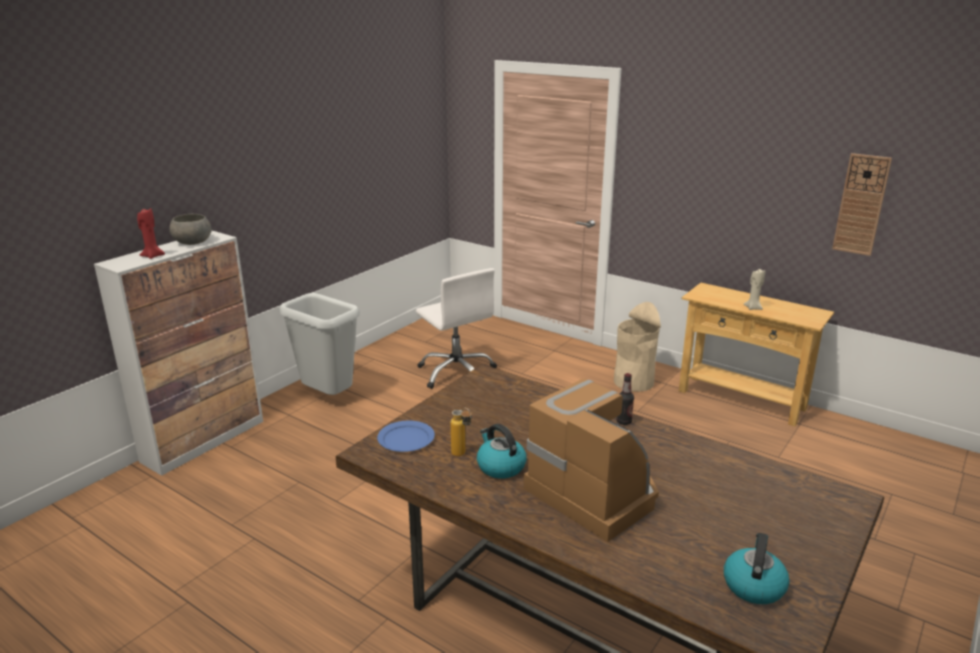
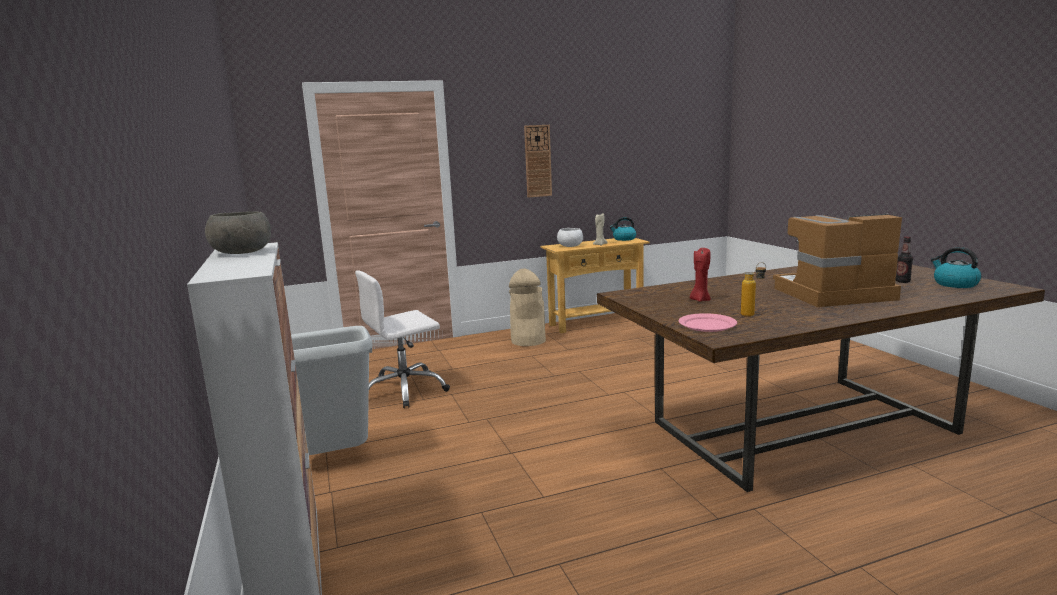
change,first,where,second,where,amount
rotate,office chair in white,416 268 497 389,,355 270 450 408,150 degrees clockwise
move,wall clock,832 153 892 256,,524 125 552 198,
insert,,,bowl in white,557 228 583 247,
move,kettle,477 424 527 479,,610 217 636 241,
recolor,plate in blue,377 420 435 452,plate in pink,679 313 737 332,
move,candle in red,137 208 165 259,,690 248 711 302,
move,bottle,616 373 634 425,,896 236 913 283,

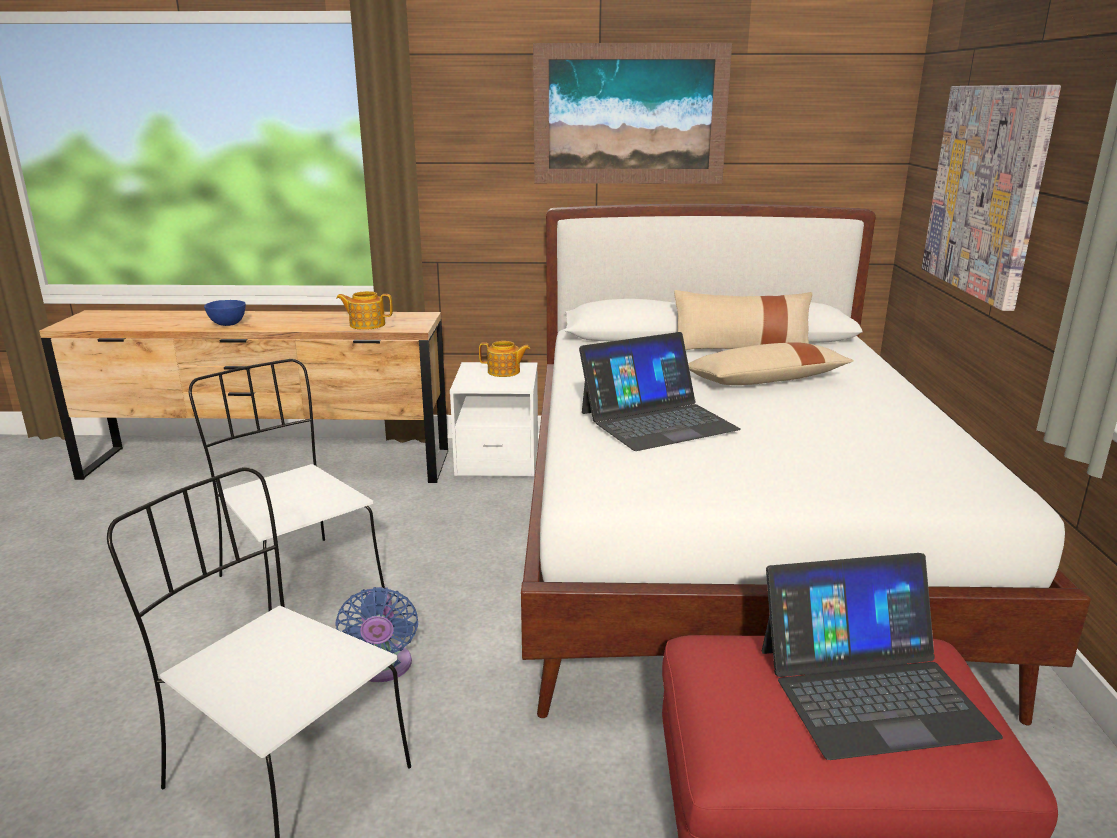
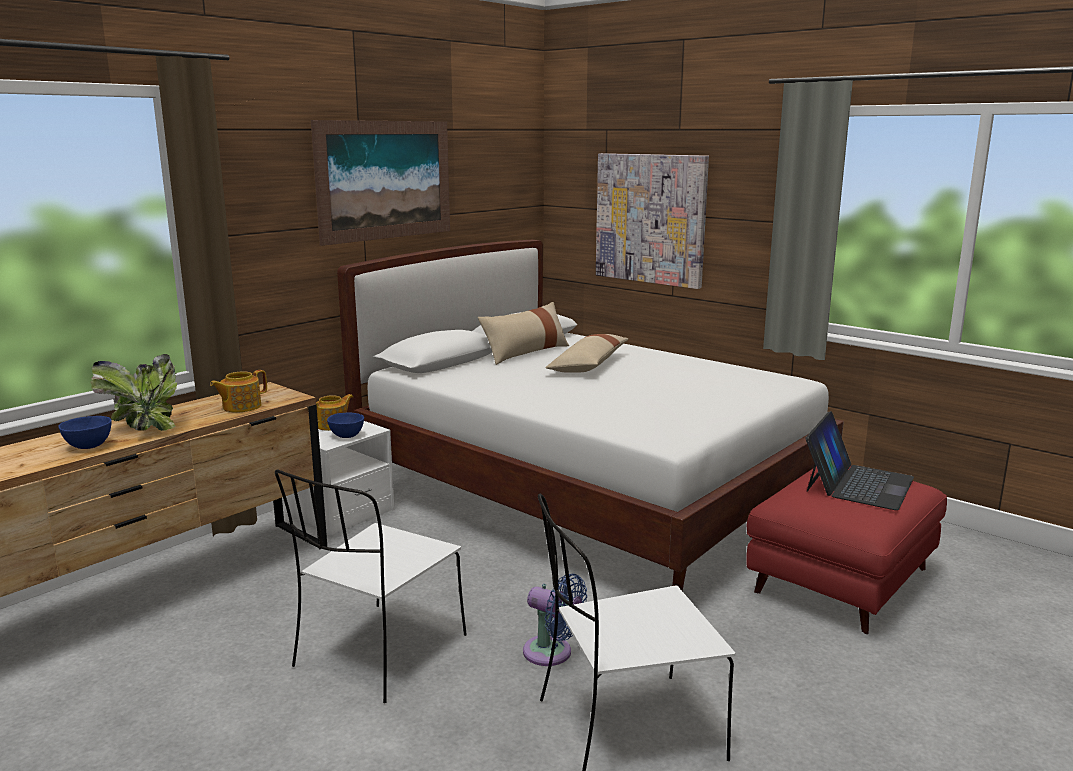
change,first,where,second,where,amount
insert,,,potted plant,90 354 177 431,
rotate,chair in white,189 359 385 611,,275 469 467 703,60 degrees counterclockwise
insert,,,bowl in blue,327 412 364 438,
delete,laptop,579 332 741 451,,,

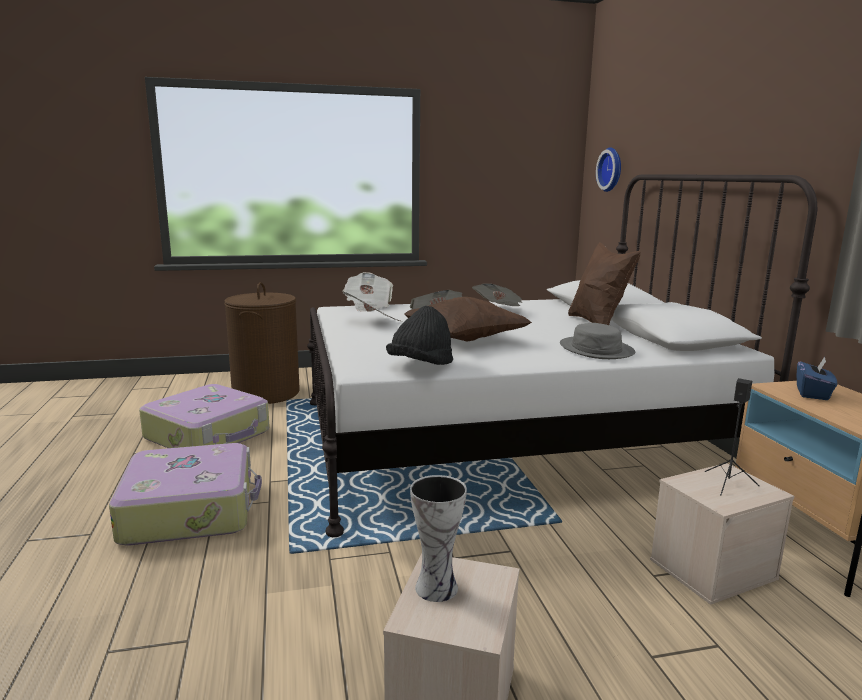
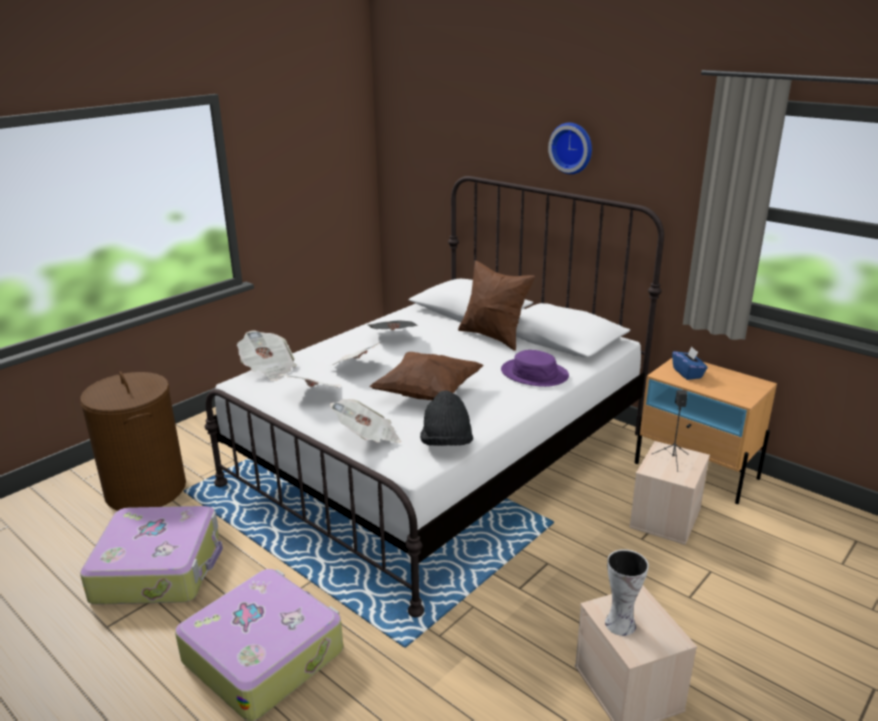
change,first,where,second,where,amount
insert,,,newspaper,330 399 401 443,
recolor,hat in grey,560 323 635 359,hat in purple,501 350 569 387,
move,wall clock,596 147 621 192,,548 123 592 174,

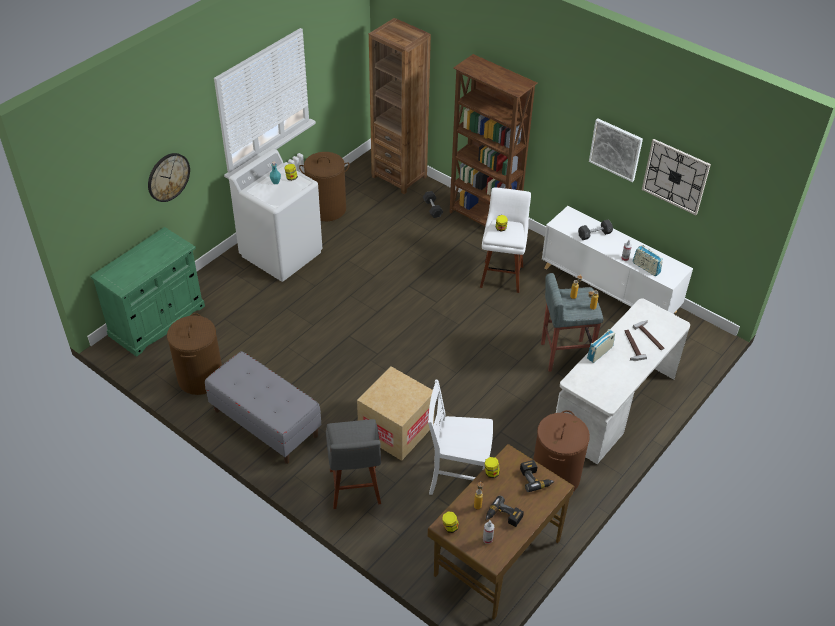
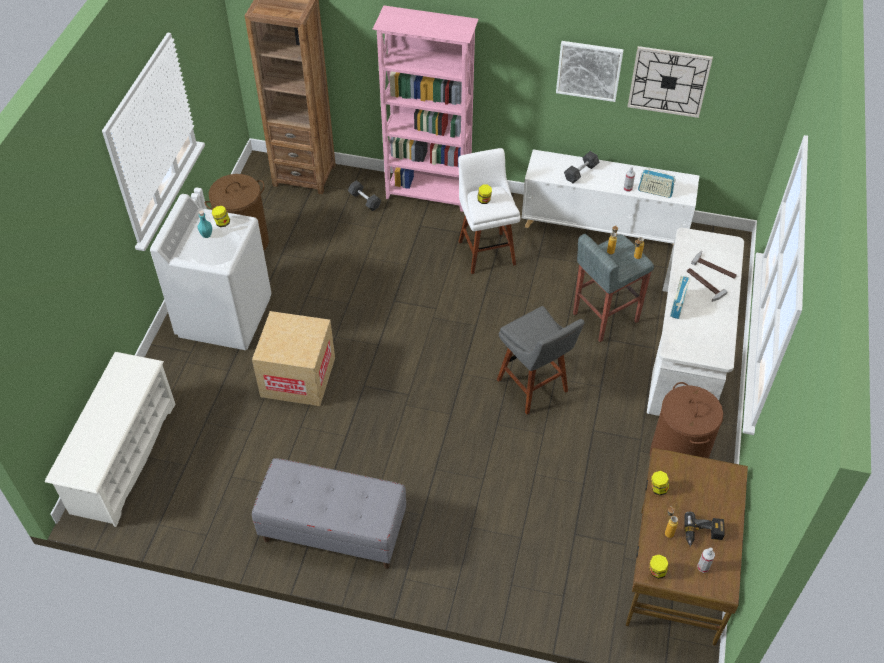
change,first,where,second,where,amount
replace,cabinet in green,90 227 205 357,shoe rack in white,45 352 175 527,
move,cardboard box,357 366 435 461,,252 311 335 406,
recolor,bookcase in brown,450 54 537 226,bookcase in pink,373 6 479 212,
move,stool in grey,326 419 381 509,,497 306 585 414,
delete,wall clock,148 153 190 202,,,
delete,laundry basket in brown,167 313 222 395,,,
delete,chair in white,428 380 493 495,,,
delete,power drill,520 460 554 492,,,

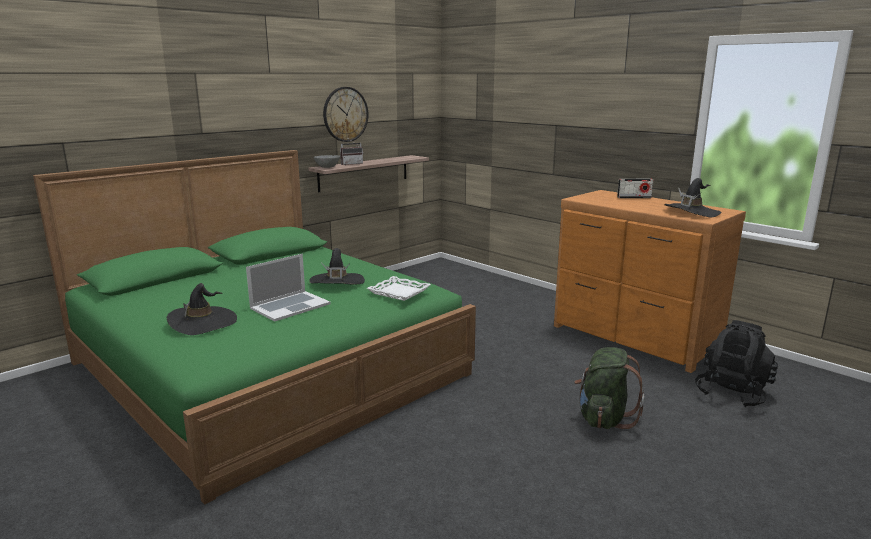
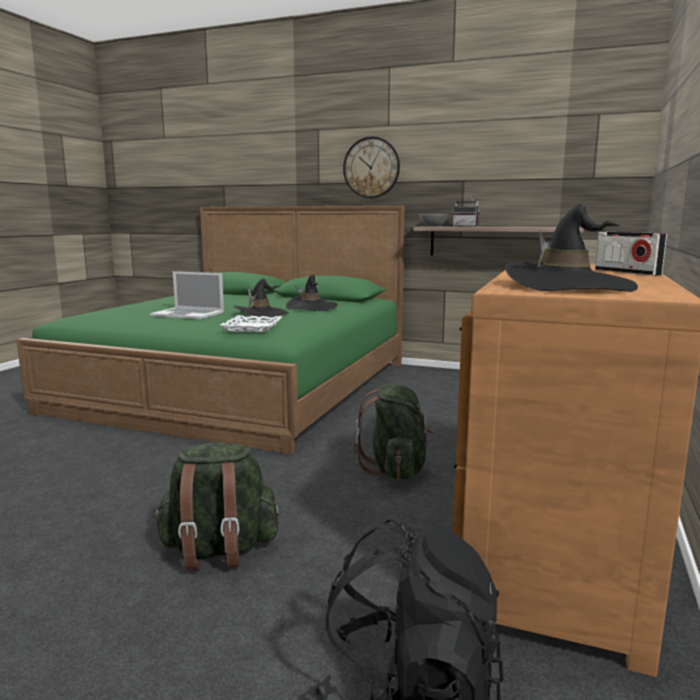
change,first,where,second,where,amount
move,hat in black,167 283 237 335,,286 275 338 311,
move,wall clock,323 87 368 142,,343 137 400 198,
insert,,,backpack in green,354 384 435 480,

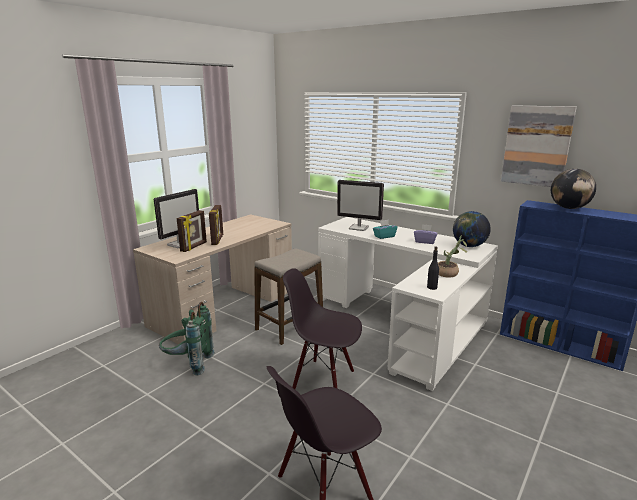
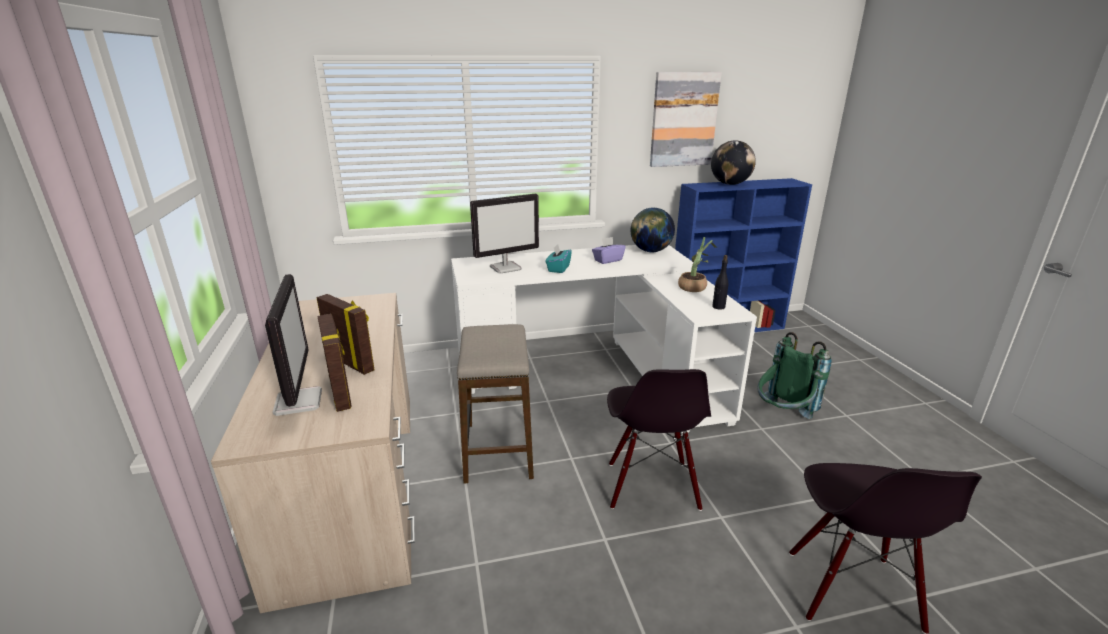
change,first,where,second,where,amount
rotate,chair in black,283 268 362 389,,607 369 711 511,60 degrees counterclockwise
move,backpack in green,159 302 215 375,,757 332 832 419,

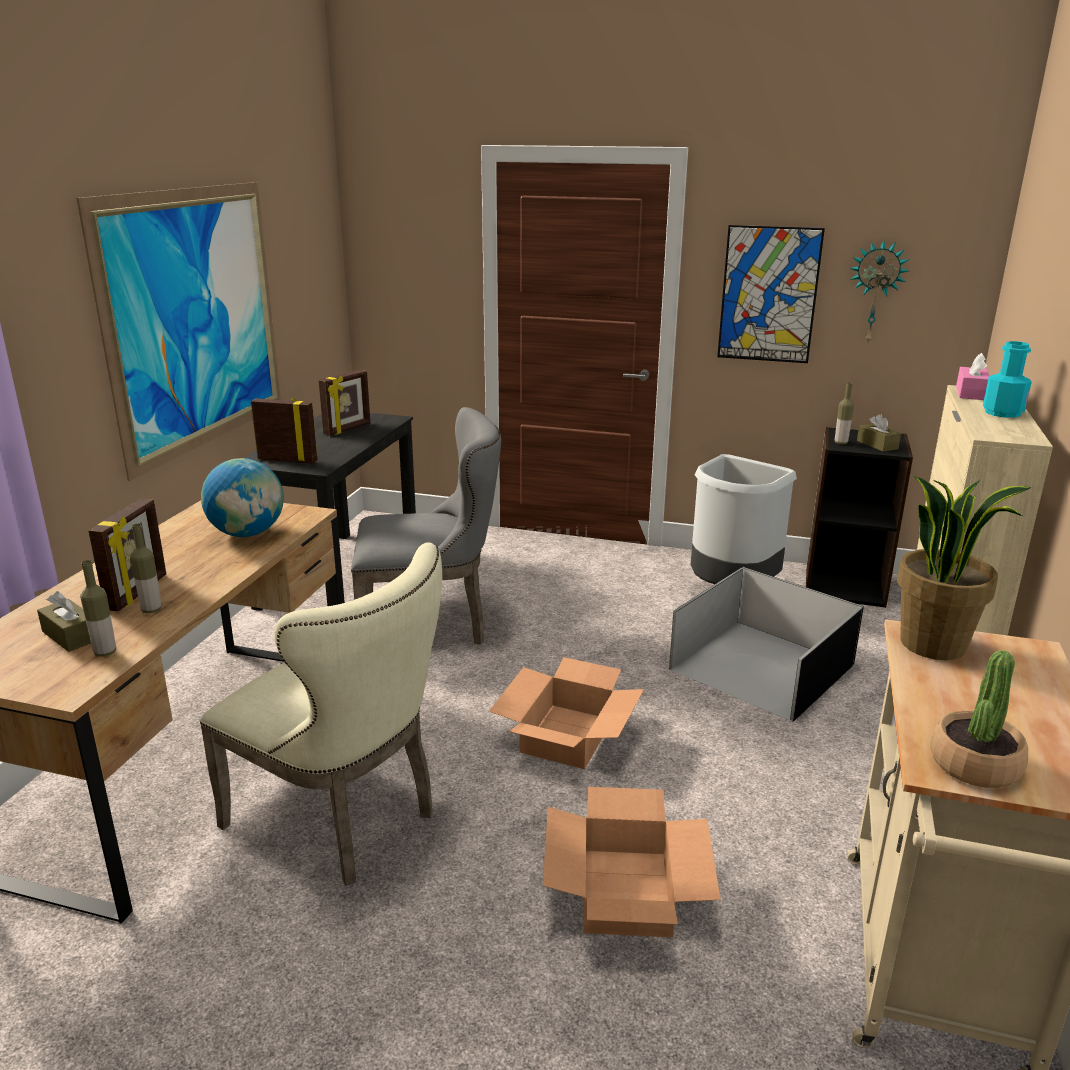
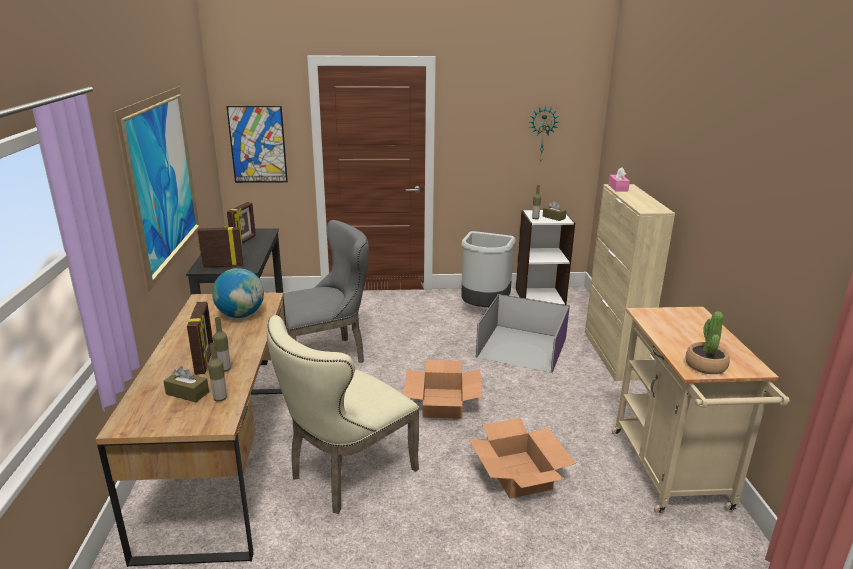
change,first,where,second,where,amount
move,picture,717 225 825 363,,226 106 288 183,
rotate,chair in beige,200 542 442 886,,267 315 420 514,120 degrees clockwise
recolor,storage box in black,669 567 864 722,storage box in purple,476 294 570 373,
recolor,bookcase in black,806 427 913 608,bookcase in white,516 210 575 305,
delete,potted plant,897 476 1031 660,,,
delete,bottle in turquoise,983 341 1032 418,,,

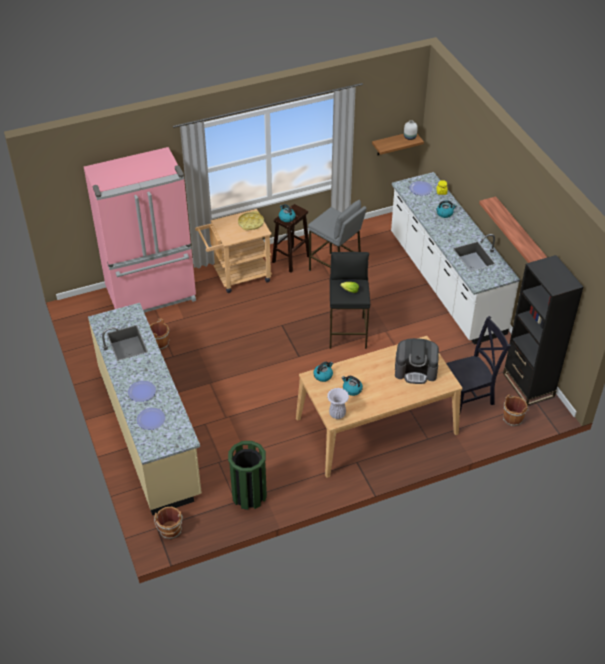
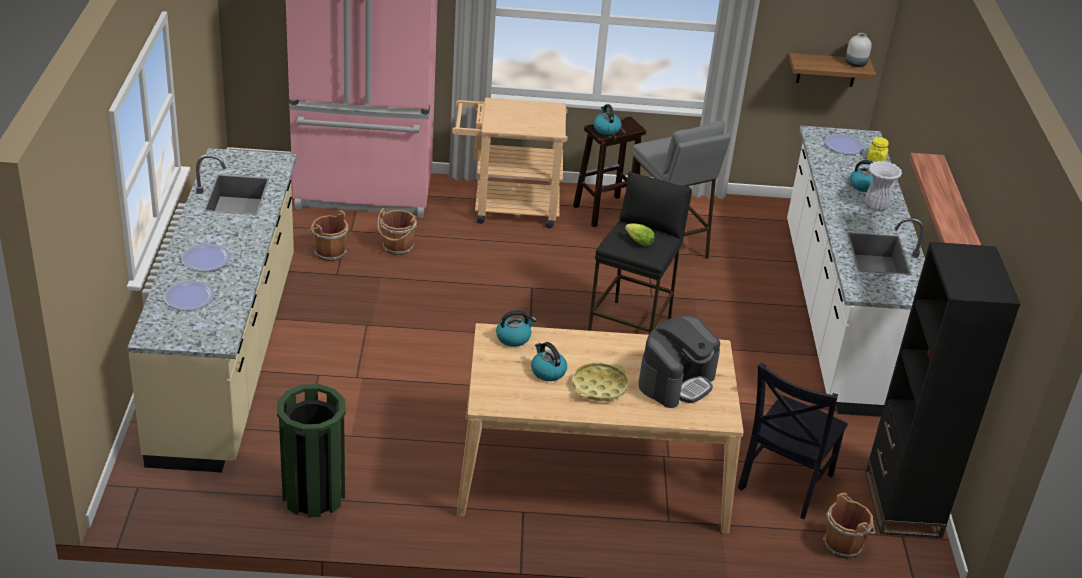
change,first,where,second,where,amount
move,bucket in brown,154 507 183 539,,378 208 417 255,
move,tray in yellow,238 211 264 230,,572 363 628 401,
rotate,coffee machine,395 338 439 384,,638 316 720 408,75 degrees counterclockwise
rotate,chair in black,446 316 511 412,,738 363 848 519,120 degrees clockwise
move,vase in white,327 388 349 419,,865 161 902 212,

